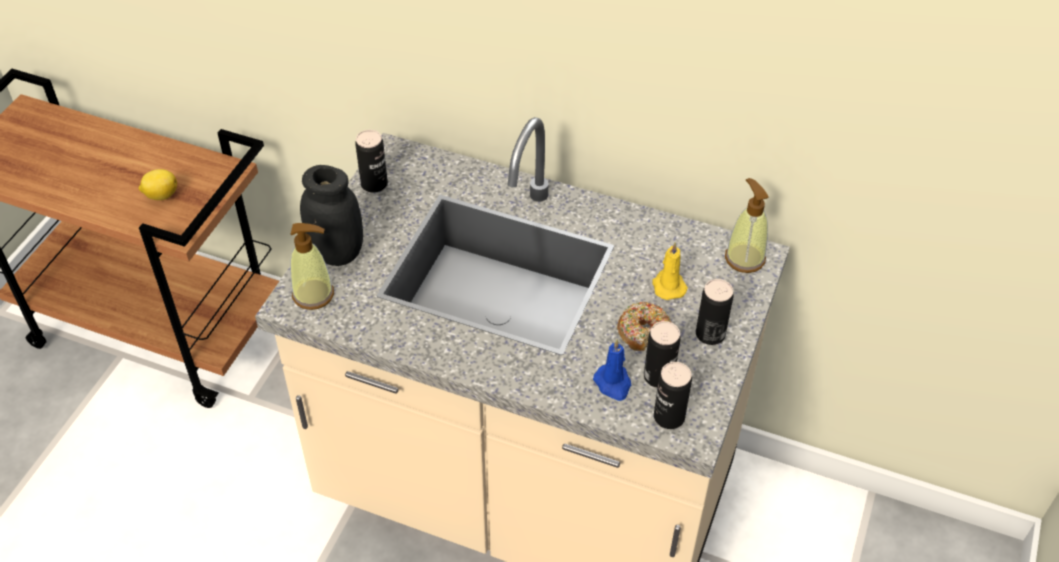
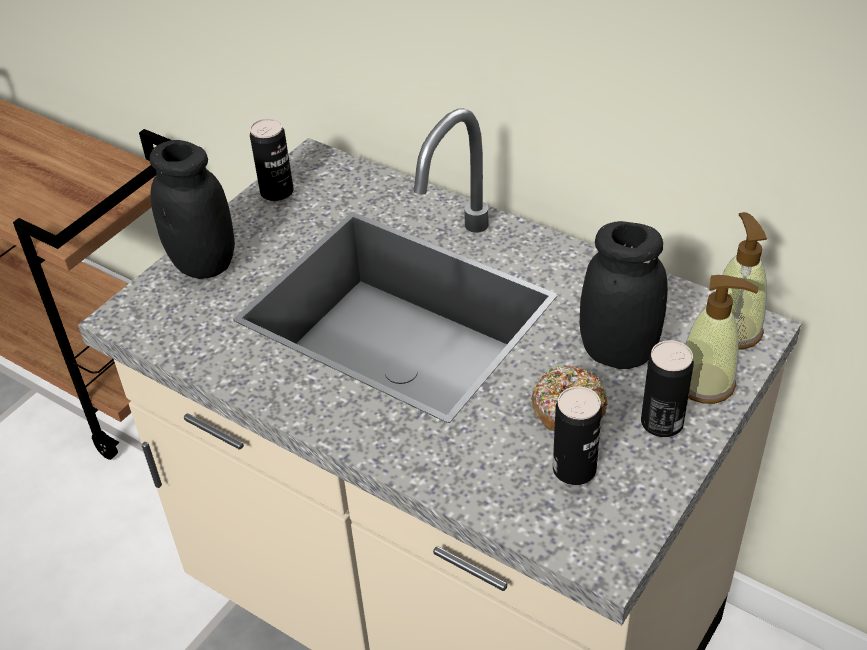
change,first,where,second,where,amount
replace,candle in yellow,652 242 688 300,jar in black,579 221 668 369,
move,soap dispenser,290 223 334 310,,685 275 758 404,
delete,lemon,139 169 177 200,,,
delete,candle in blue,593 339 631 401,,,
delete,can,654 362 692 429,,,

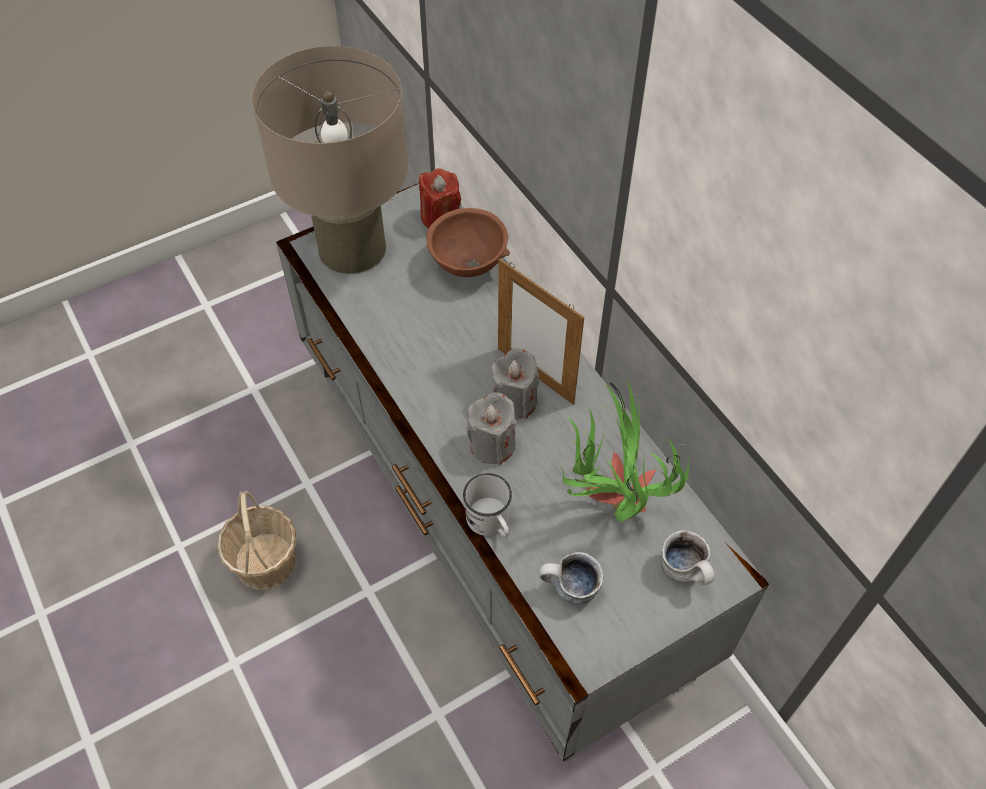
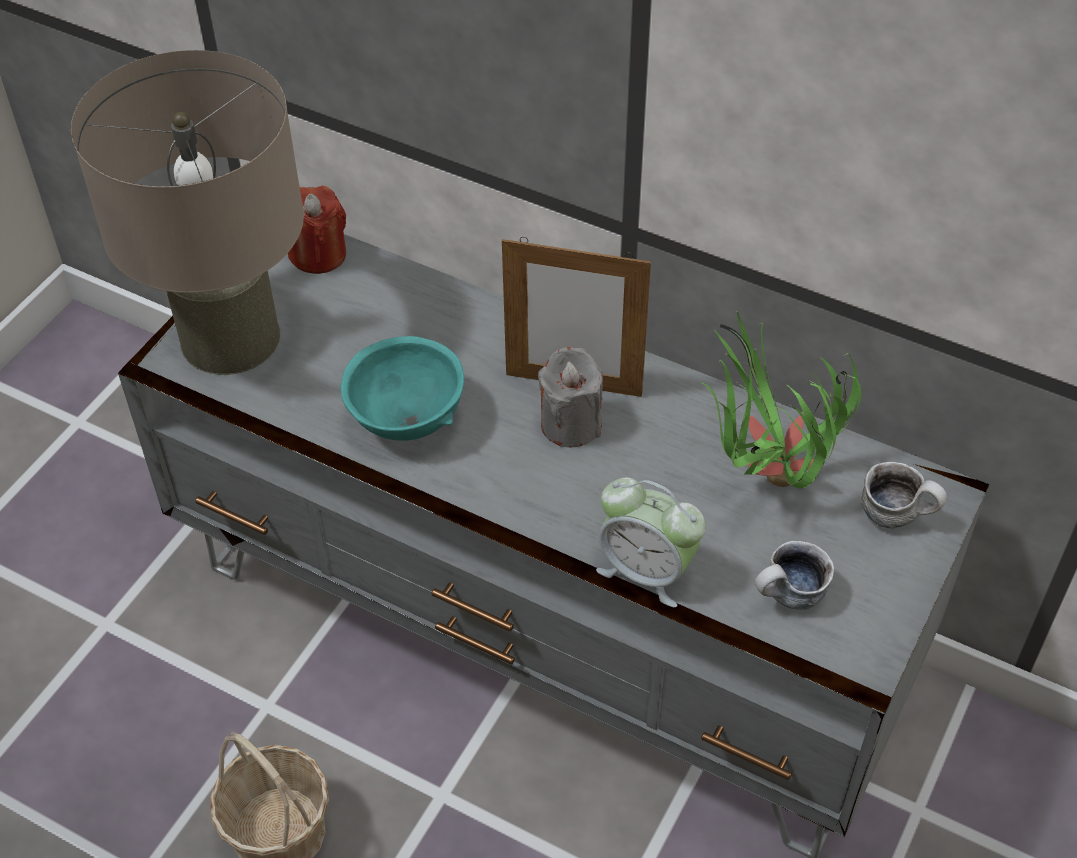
change,first,where,second,where,amount
insert,,,bowl in turquoise,340 336 464 441,
replace,mug in white,463 473 512 537,alarm clock,596 478 706 607,
delete,bowl in brown,426 208 510 277,,,
delete,candle in grey,467 392 516 465,,,

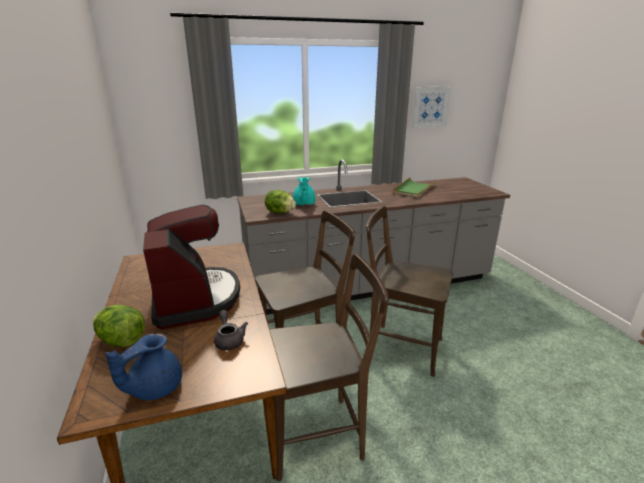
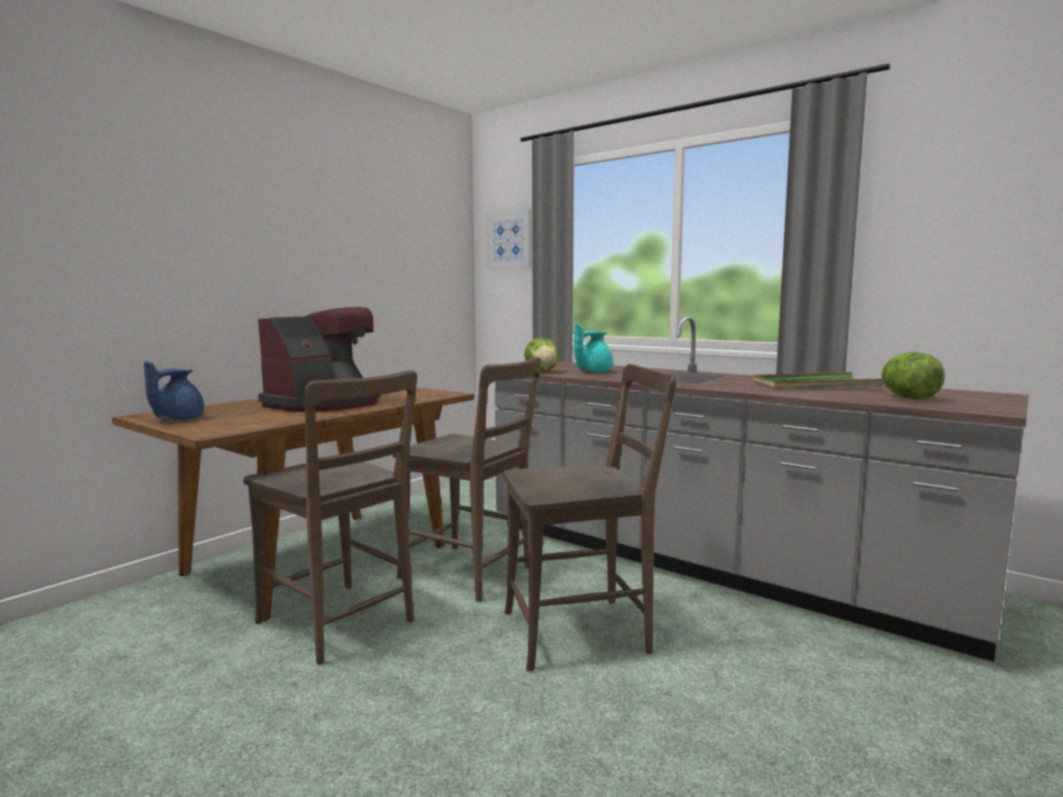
change,first,where,second,where,amount
rotate,teapot in blue,105 333 182 400,,144 361 204 420,75 degrees counterclockwise
move,picture,412 87 451 128,,487 209 532 269,
rotate,chair in brown,366 206 453 377,,503 364 677 671,90 degrees clockwise
move,lettuce,93 305 145 347,,881 352 945 399,
delete,teapot in grey,214 310 248 350,,,

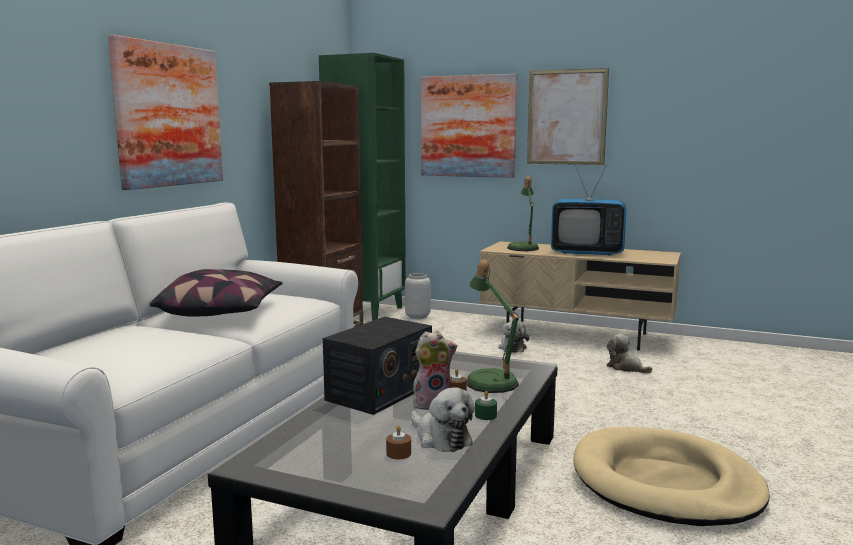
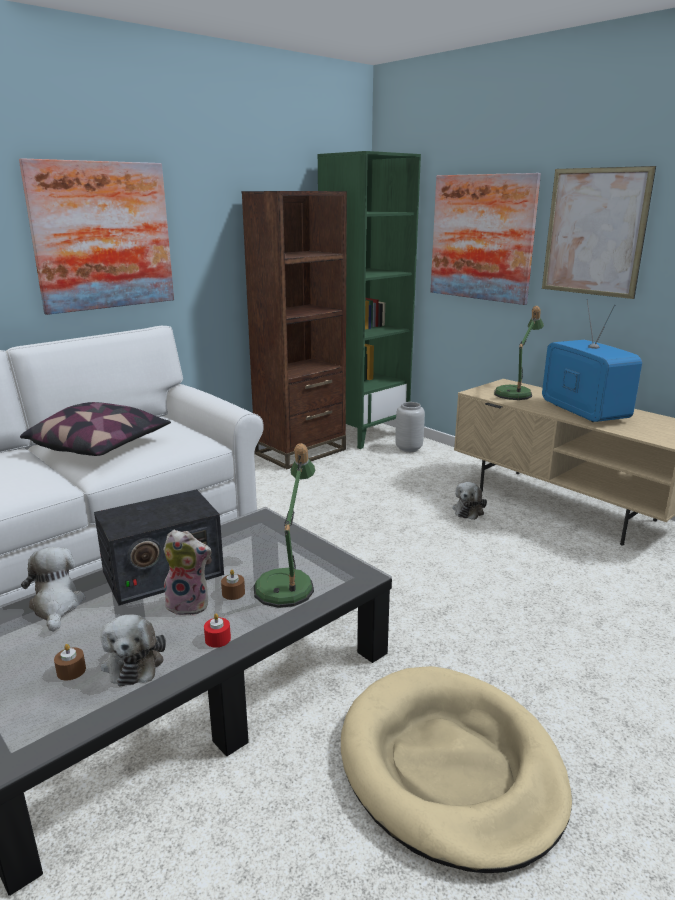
change,first,where,second,where,amount
move,plush toy,606 334 652 373,,21 547 85 632,
recolor,candle in green,475 391 497 420,candle in red,204 613 231 648,
rotate,television,551 165 626 256,,542 299 642 422,150 degrees counterclockwise

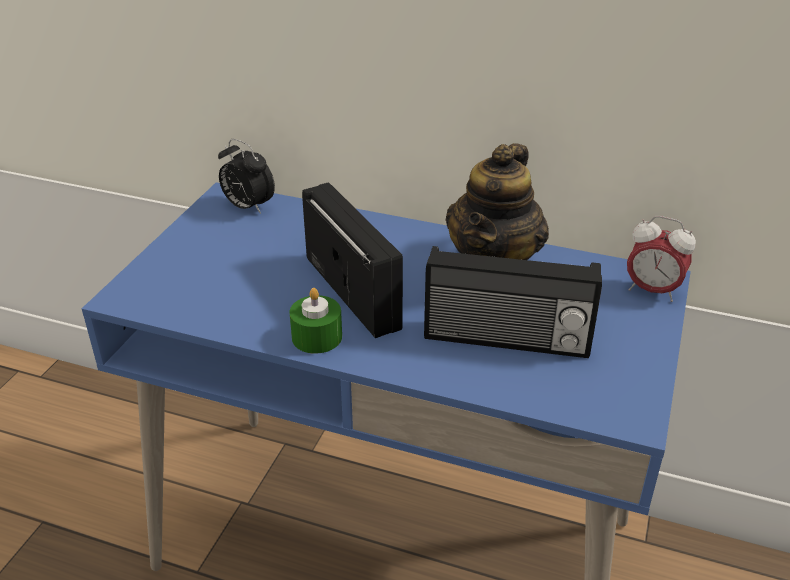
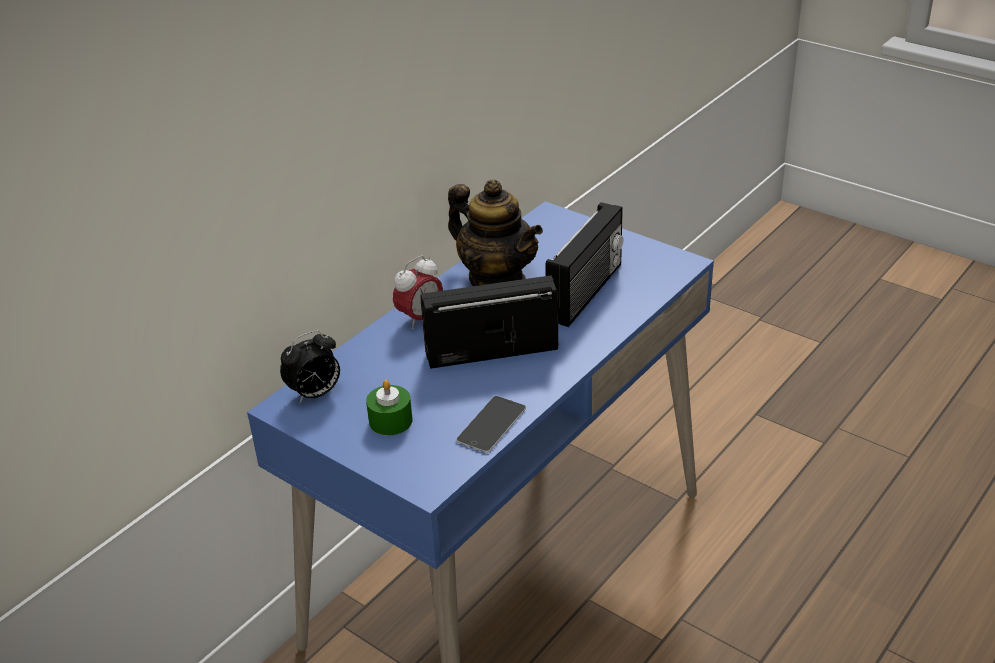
change,first,where,second,where,amount
move,candle in green,289 288 342 354,,366 380 412 435,
move,alarm clock,627 216 696 302,,393 256 443 330,
insert,,,phone,456 396 526 453,

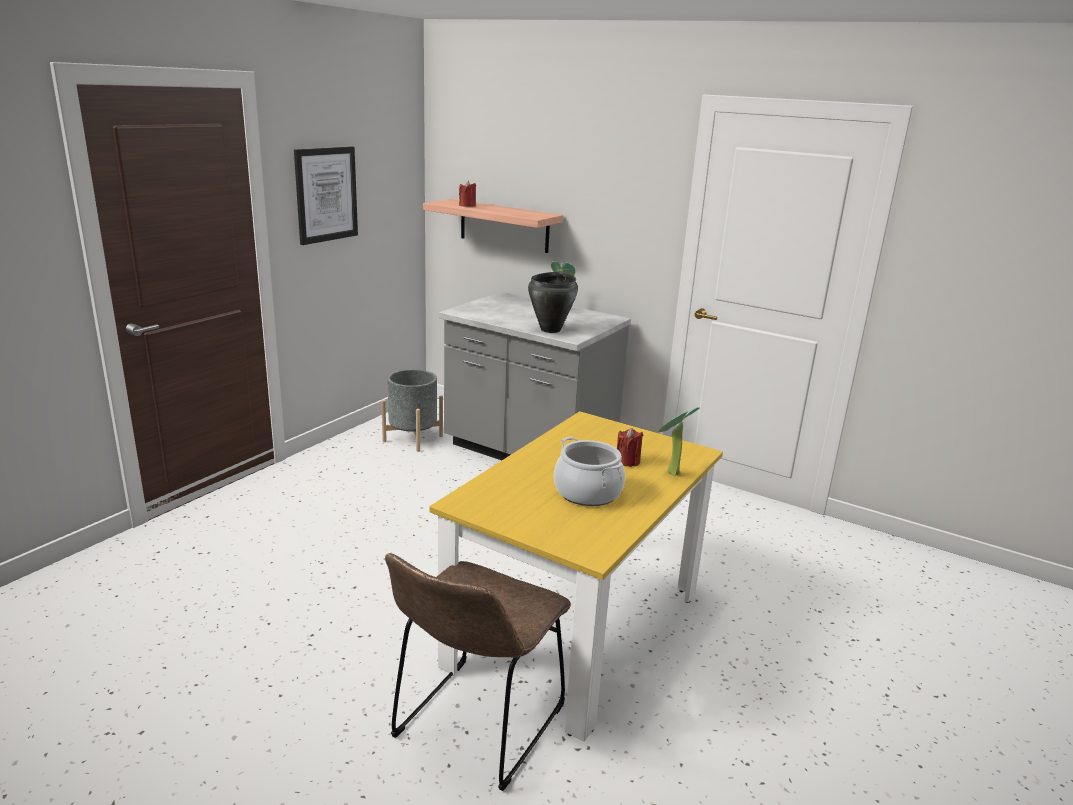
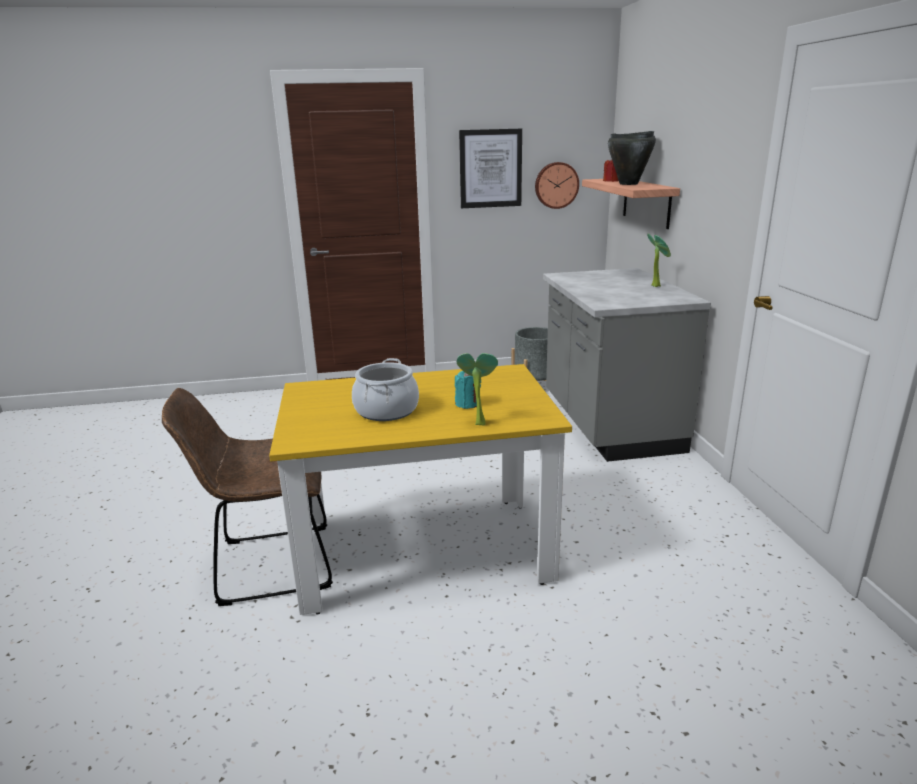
change,first,where,second,where,amount
recolor,candle in red,617 428 643 467,candle in turquoise,455 371 481 409,
insert,,,wall clock,535 162 579 209,
move,cooking pot in black,528 272 578 333,,608 131 656 185,

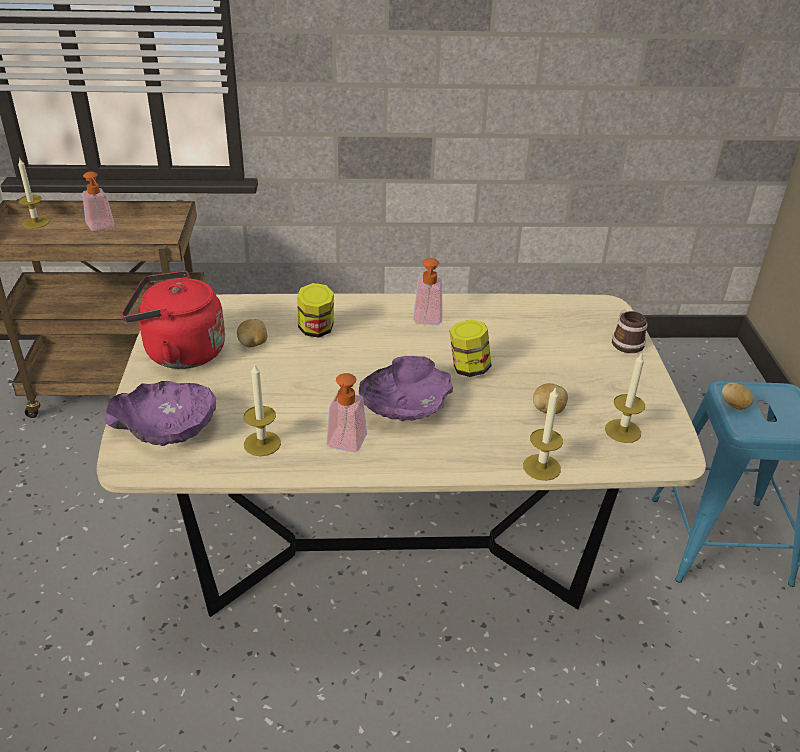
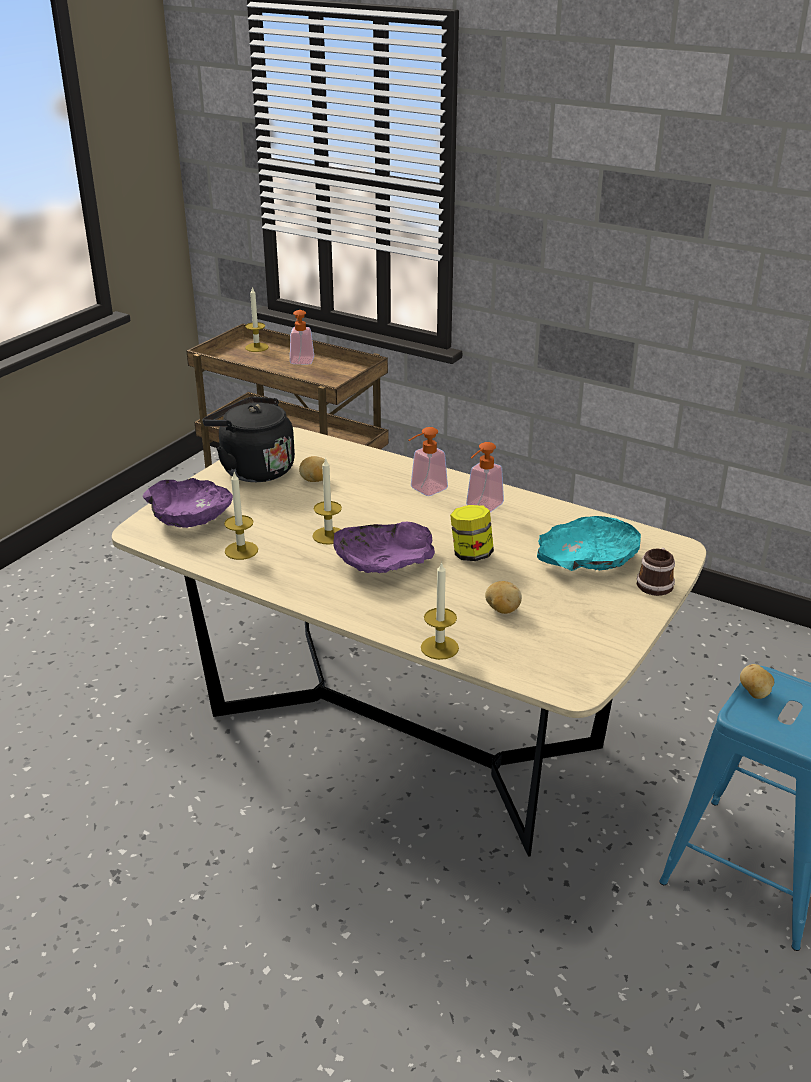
change,first,where,second,where,amount
recolor,kettle in red,122 271 225 369,kettle in black,202 397 295 482,
move,candle,605 353 645 443,,312 457 342 545,
move,soap dispenser,326 373 367 453,,409 427 448 496,
insert,,,bowl in turquoise,537 516 641 571,
delete,jar,297 283 334 338,,,

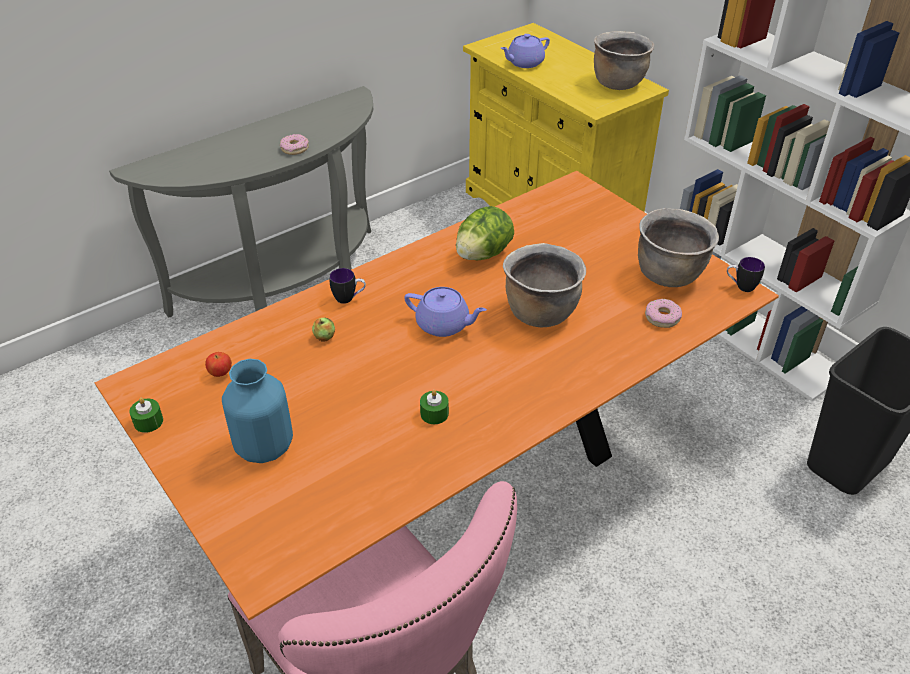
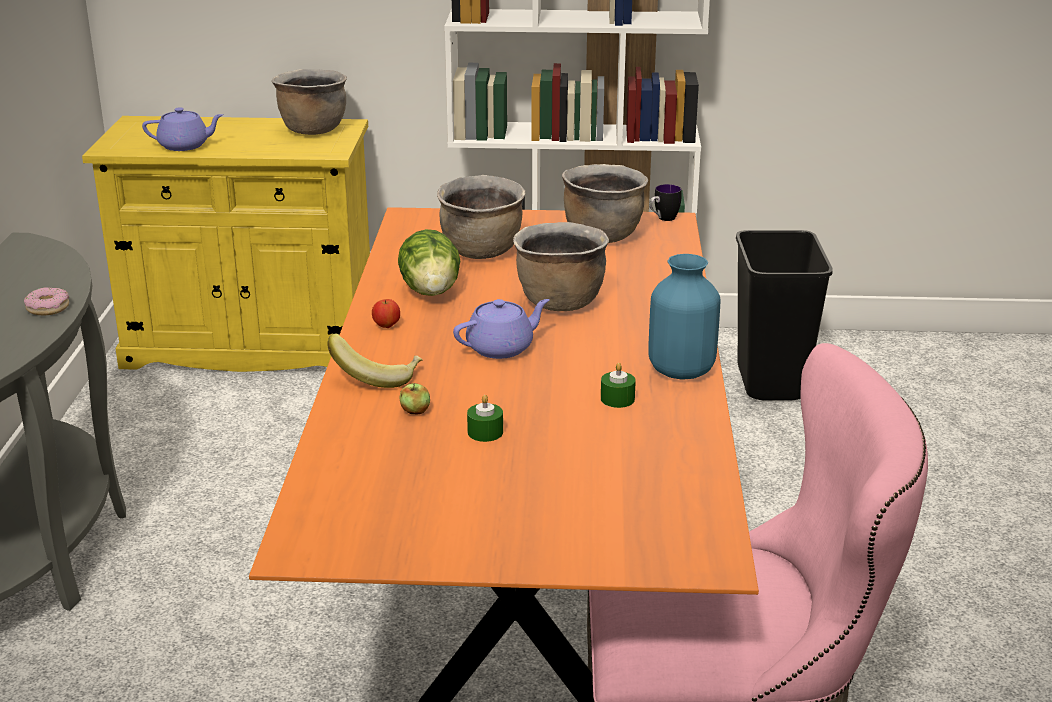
change,first,where,second,where,amount
rotate,teapot in purple,501 34 550 68,,142 107 224 151,105 degrees counterclockwise
replace,mug,329 268 366 304,banana,327 333 423 388,
move,apple,205 352 232 377,,372 299 400 328,
insert,,,cooking pot in brown,437 175 525 259,
move,candle in green,129 398 163 433,,467 395 503 442,
move,vase in blue,222 359 293 463,,648 254 721 380,
delete,donut,645 299 682 328,,,

